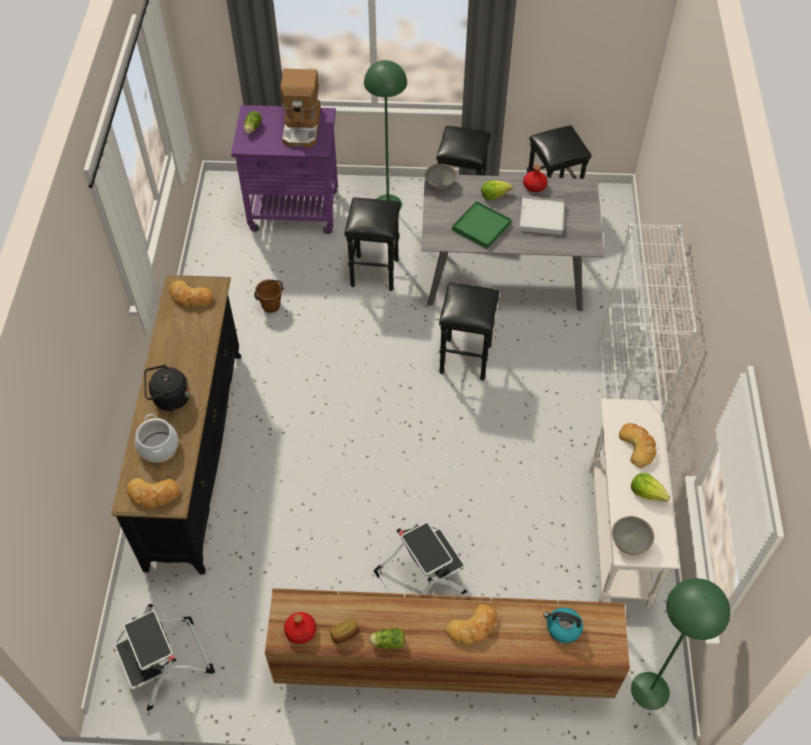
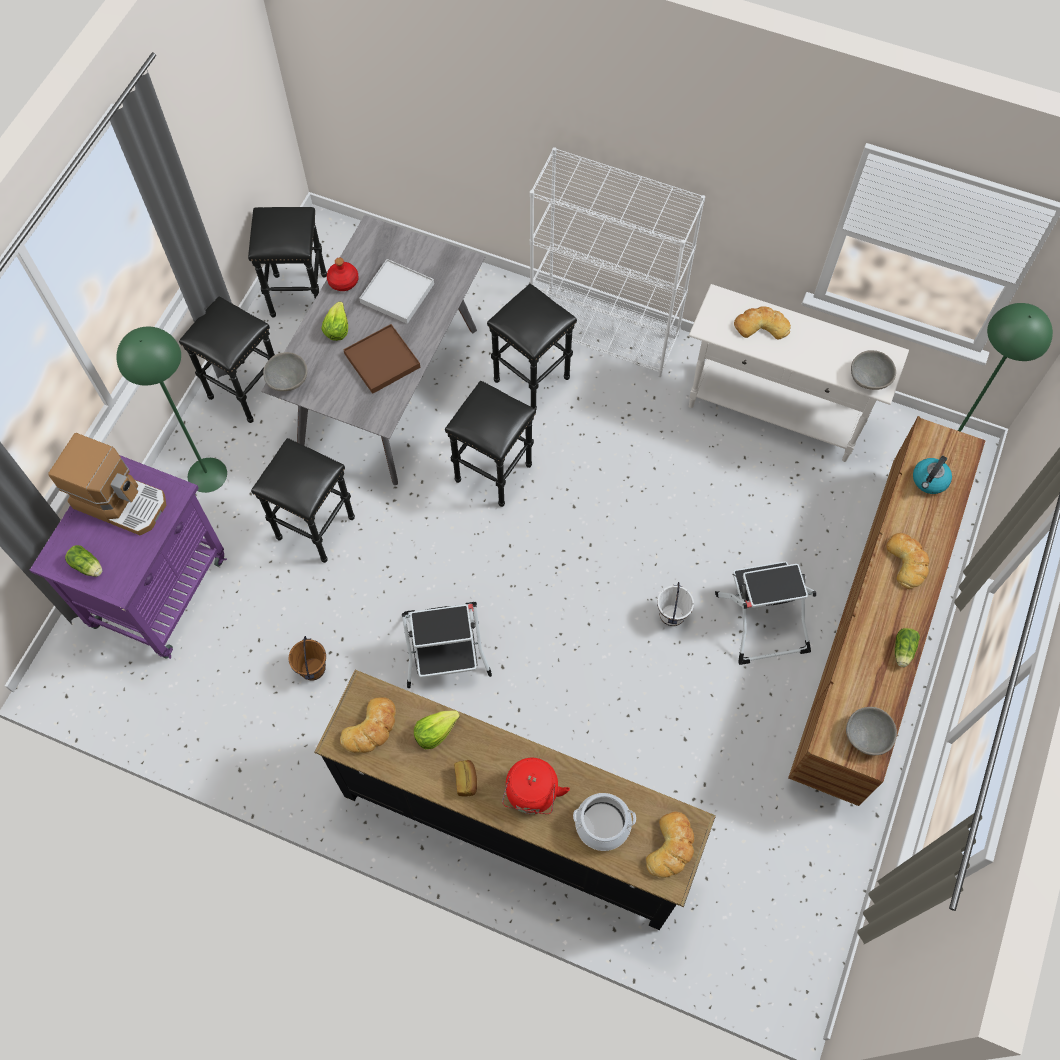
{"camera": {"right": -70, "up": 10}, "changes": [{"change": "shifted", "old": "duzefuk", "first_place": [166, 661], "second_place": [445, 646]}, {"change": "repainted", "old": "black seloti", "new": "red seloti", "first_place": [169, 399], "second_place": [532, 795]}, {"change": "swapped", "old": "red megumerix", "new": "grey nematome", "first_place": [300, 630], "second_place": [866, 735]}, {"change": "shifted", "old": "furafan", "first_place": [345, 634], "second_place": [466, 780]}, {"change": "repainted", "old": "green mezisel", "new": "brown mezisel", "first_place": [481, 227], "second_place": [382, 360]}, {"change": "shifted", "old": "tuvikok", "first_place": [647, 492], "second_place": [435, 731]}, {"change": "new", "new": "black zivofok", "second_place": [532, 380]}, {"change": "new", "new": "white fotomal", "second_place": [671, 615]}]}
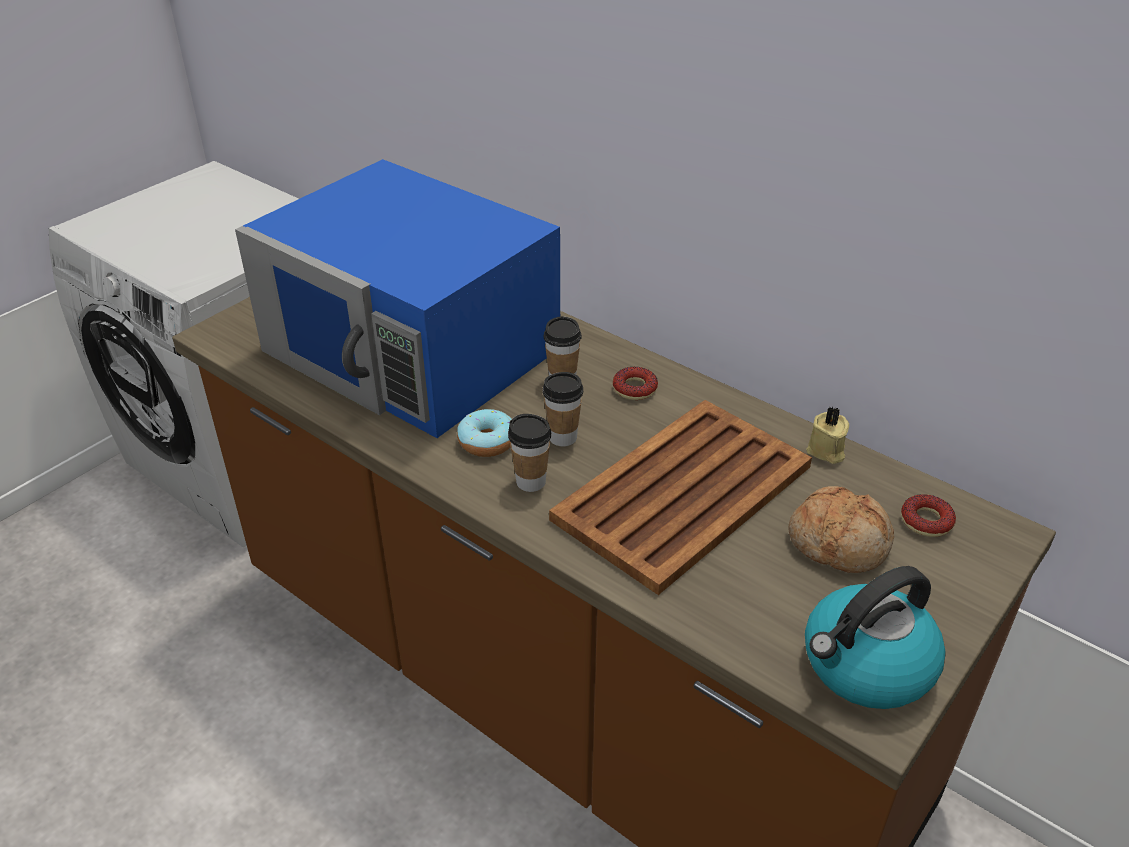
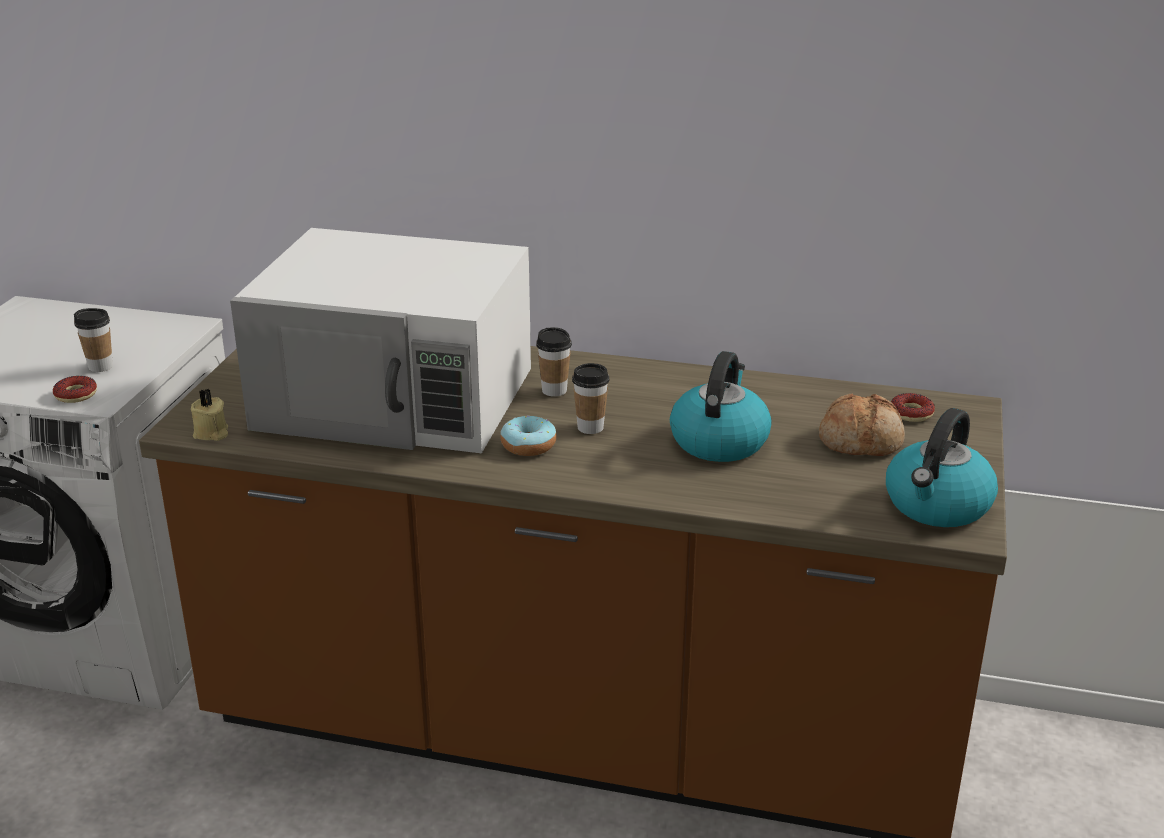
{"camera": {"right": -25, "up": -10}, "changes": [{"change": "repainted", "old": "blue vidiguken", "new": "white vidiguken", "first_place": [413, 349], "second_place": [397, 398]}, {"change": "shifted", "old": "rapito", "first_place": [531, 482], "second_place": [100, 366]}, {"change": "swapped", "old": "brown mezisel", "new": "seloti", "first_place": [681, 494], "second_place": [719, 441]}, {"change": "shifted", "old": "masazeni", "first_place": [635, 389], "second_place": [76, 395]}, {"change": "shifted", "old": "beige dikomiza", "first_place": [826, 451], "second_place": [211, 433]}]}
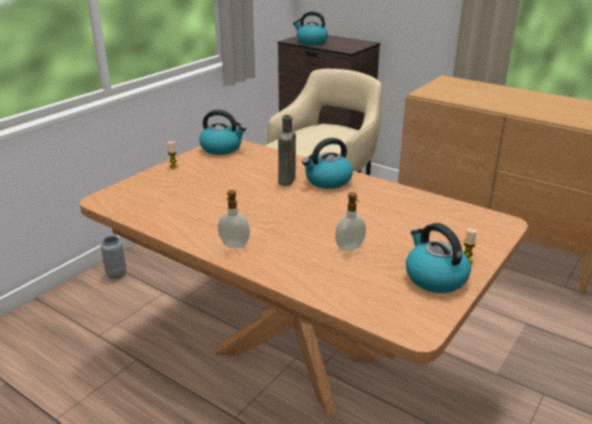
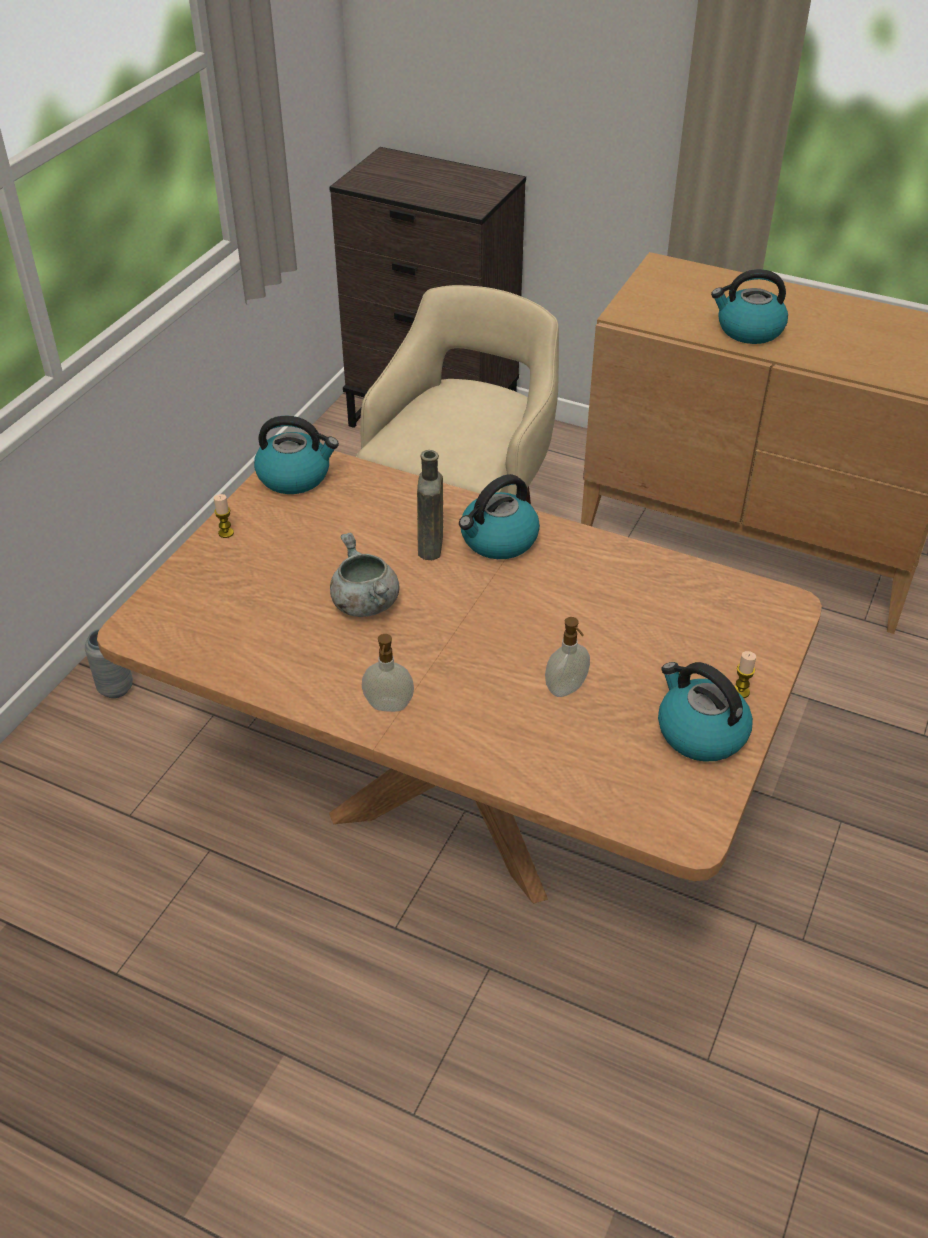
{"camera": {"right": -10, "up": 15}, "changes": [{"change": "shifted", "old": "seloti", "first_place": [311, 42], "second_place": [748, 330]}, {"change": "new", "new": "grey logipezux", "second_place": [364, 603]}]}
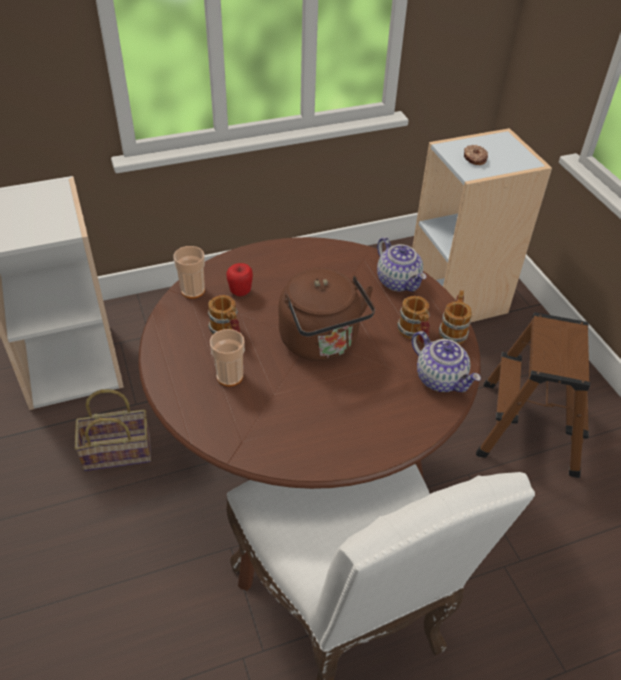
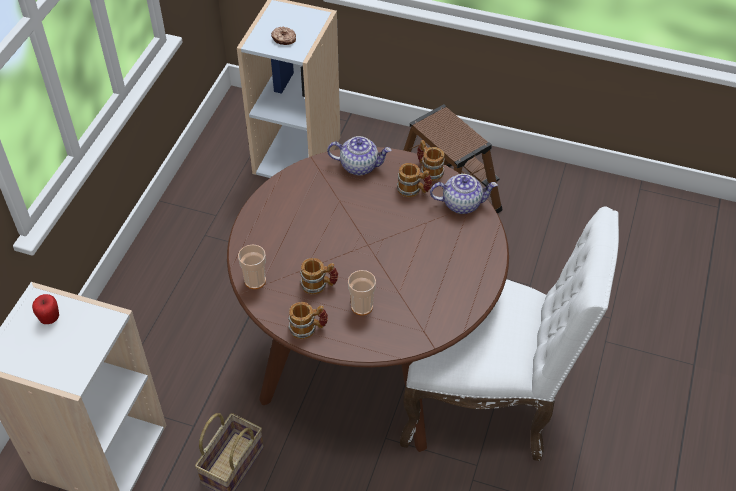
{"camera": {"right": -50, "up": 5}, "changes": [{"change": "shifted", "old": "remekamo", "first_place": [240, 292], "second_place": [50, 318]}, {"change": "gone", "old": "brown seloti", "first_place": [322, 343]}, {"change": "new", "new": "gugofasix", "second_place": [308, 328]}]}
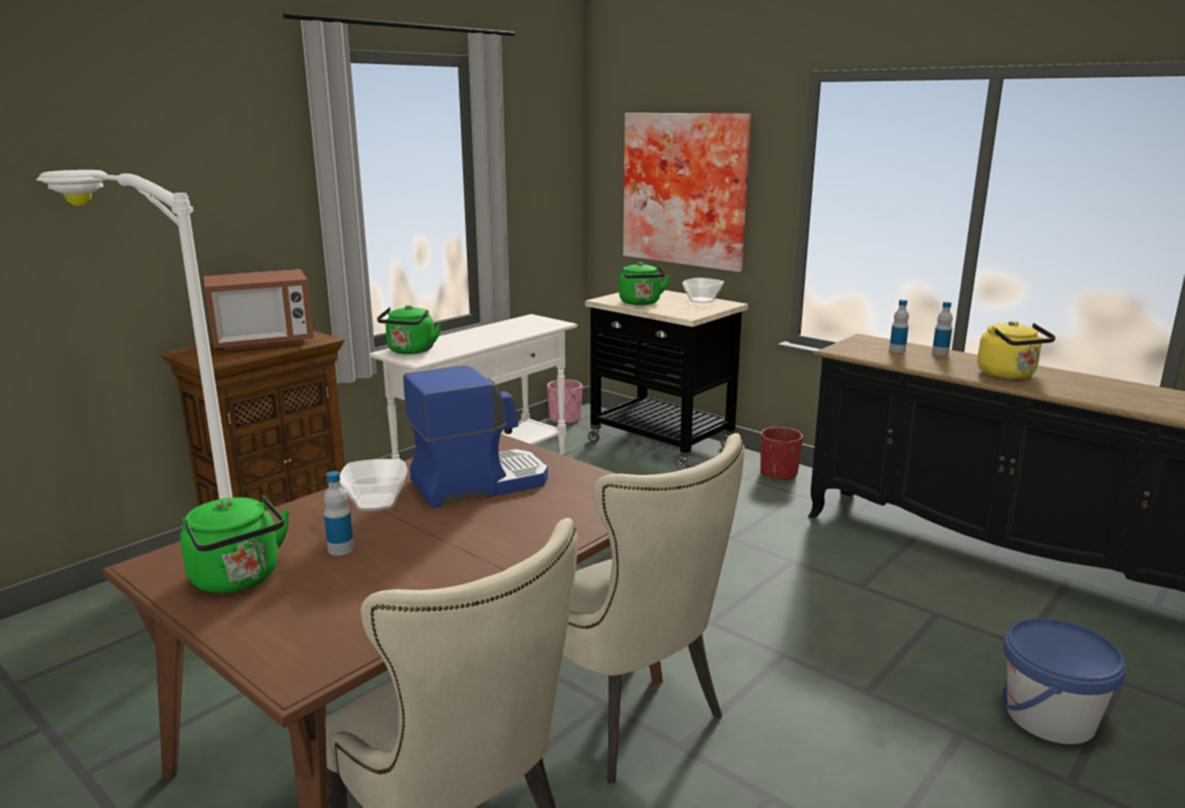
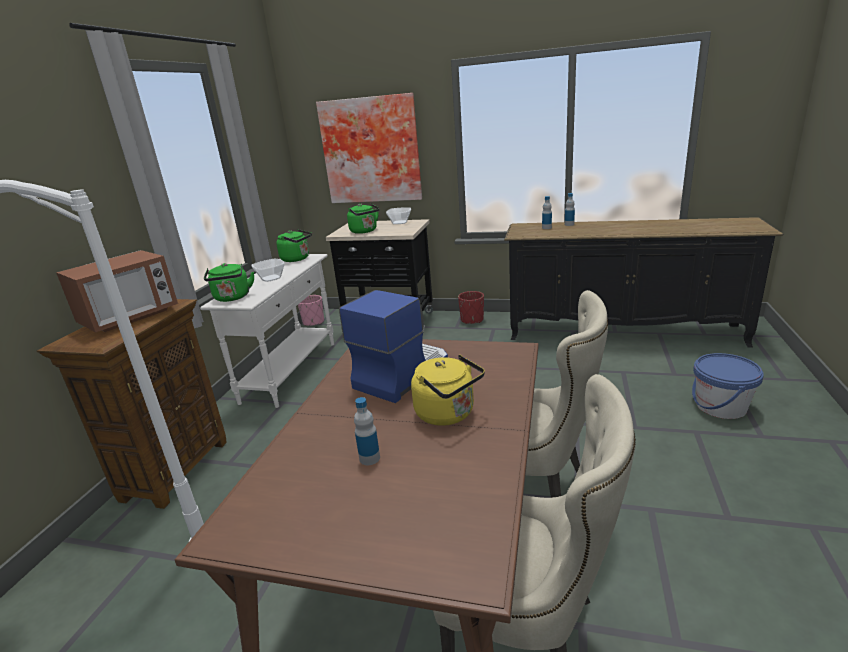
{"camera": {"right": -25, "up": 5}, "changes": [{"change": "shifted", "old": "green seloti", "first_place": [239, 579], "second_place": [297, 259]}, {"change": "shifted", "old": "nematome", "first_place": [375, 503], "second_place": [270, 278]}, {"change": "shifted", "old": "yellow seloti", "first_place": [1009, 375], "second_place": [448, 414]}]}
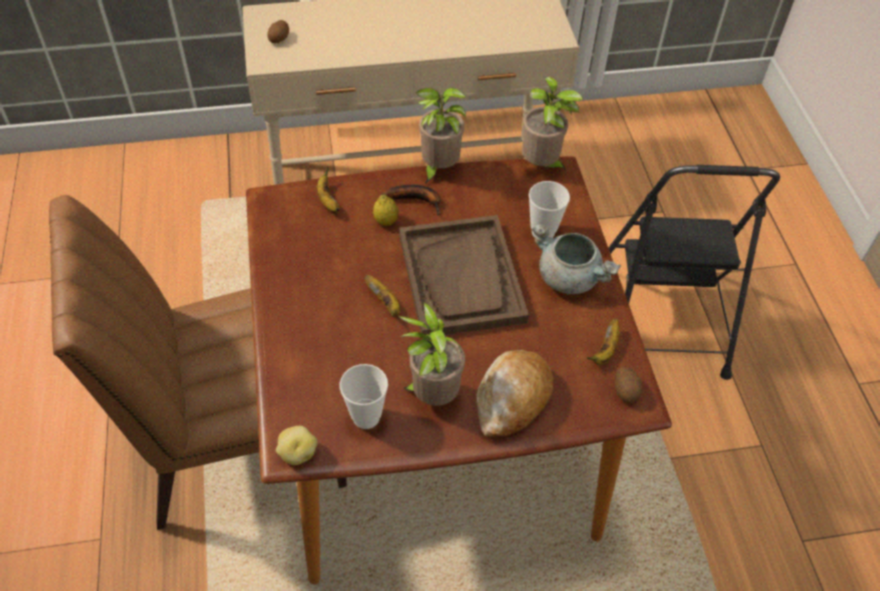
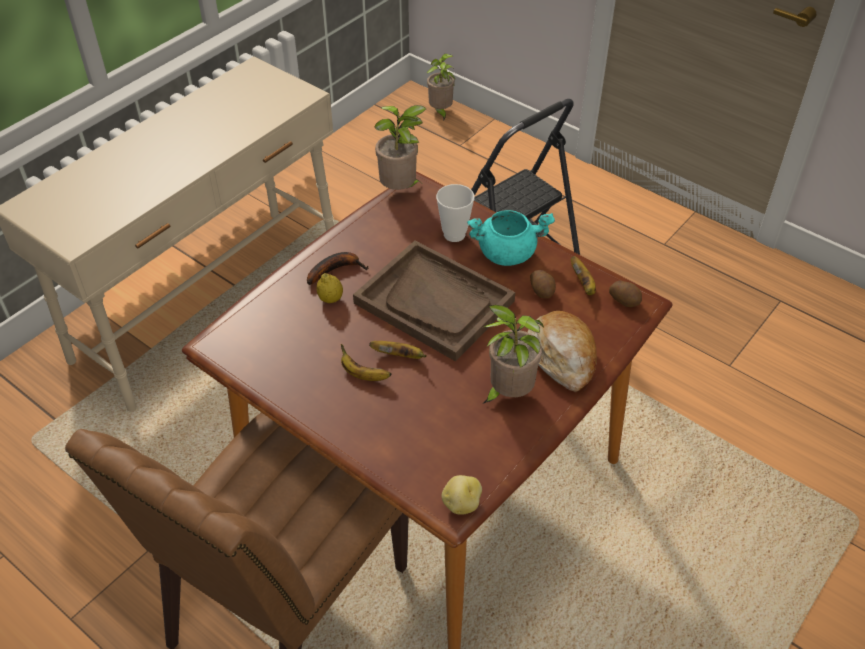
{"camera": {"right": -40, "up": -5}, "changes": [{"change": "shifted", "old": "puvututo", "first_place": [279, 39], "second_place": [542, 291]}, {"change": "shifted", "old": "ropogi", "first_place": [327, 200], "second_place": [363, 375]}, {"change": "gone", "old": "rapito", "first_place": [366, 417]}, {"change": "shifted", "old": "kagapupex", "first_place": [438, 169], "second_place": [440, 112]}, {"change": "repainted", "old": "grey logipezux", "new": "turquoise logipezux", "first_place": [570, 277], "second_place": [507, 253]}]}
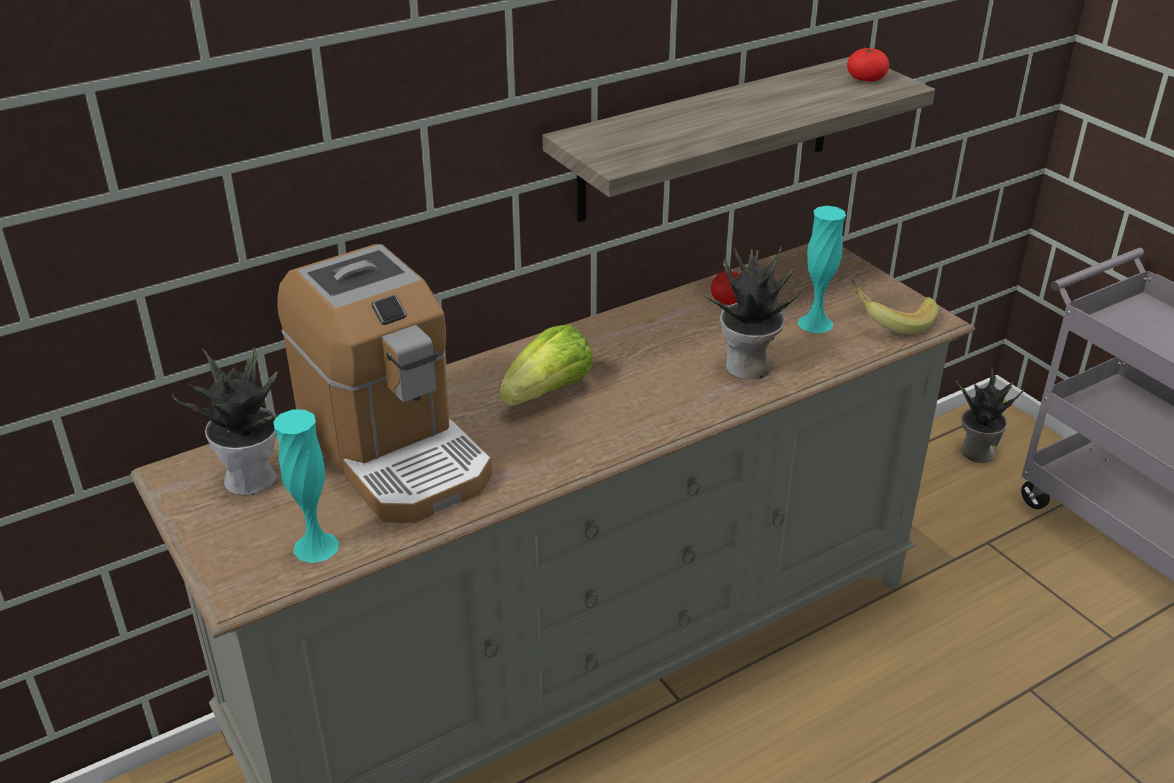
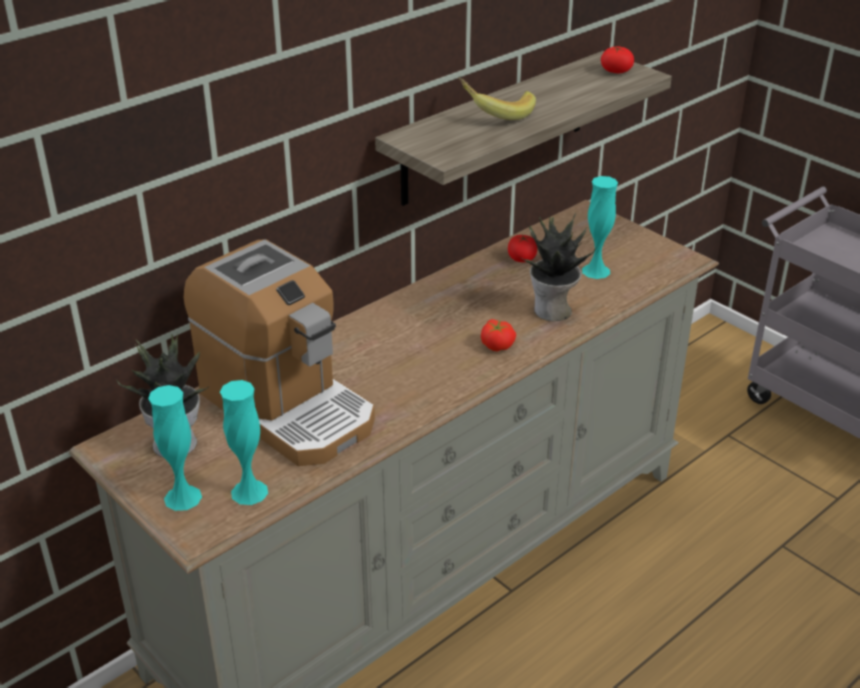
{"camera": {"right": -10, "up": 0}, "changes": [{"change": "gone", "old": "tuvikok", "first_place": [548, 392]}, {"change": "shifted", "old": "ropogi", "first_place": [890, 320], "second_place": [496, 113]}, {"change": "gone", "old": "kagapupex", "first_place": [976, 452]}, {"change": "new", "new": "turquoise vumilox", "second_place": [183, 497]}, {"change": "new", "new": "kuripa", "second_place": [497, 345]}]}
